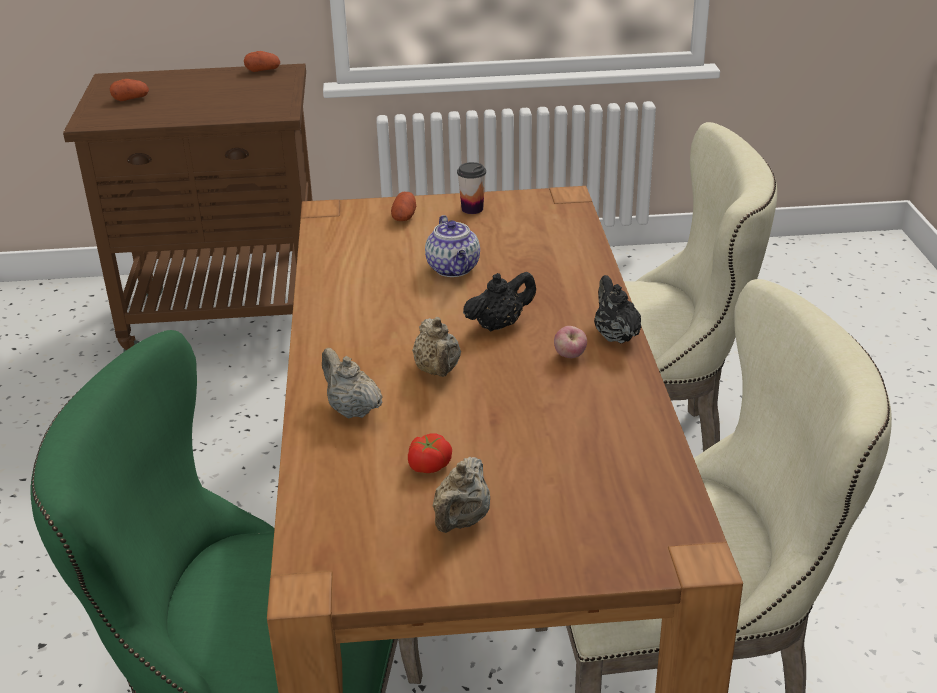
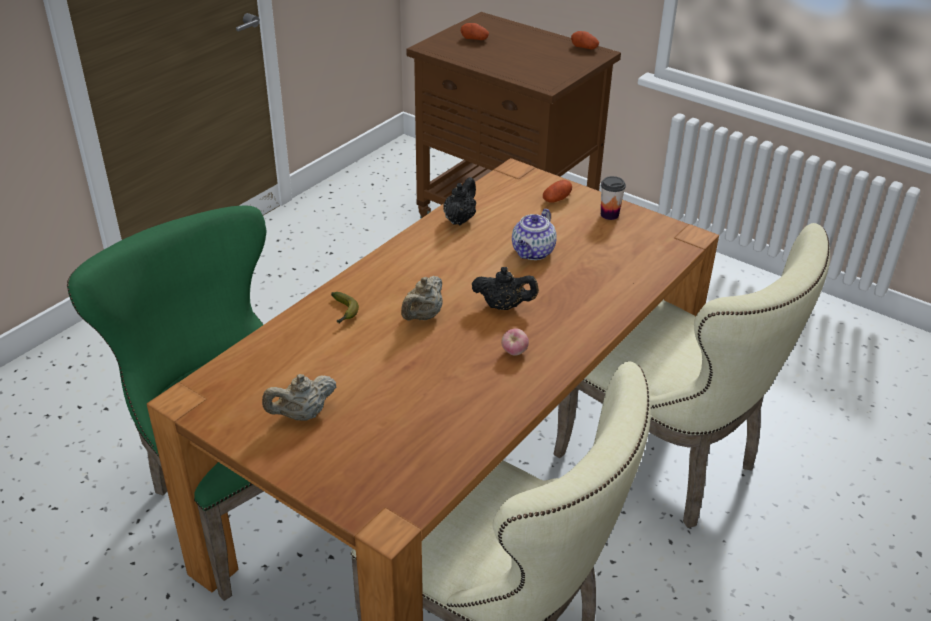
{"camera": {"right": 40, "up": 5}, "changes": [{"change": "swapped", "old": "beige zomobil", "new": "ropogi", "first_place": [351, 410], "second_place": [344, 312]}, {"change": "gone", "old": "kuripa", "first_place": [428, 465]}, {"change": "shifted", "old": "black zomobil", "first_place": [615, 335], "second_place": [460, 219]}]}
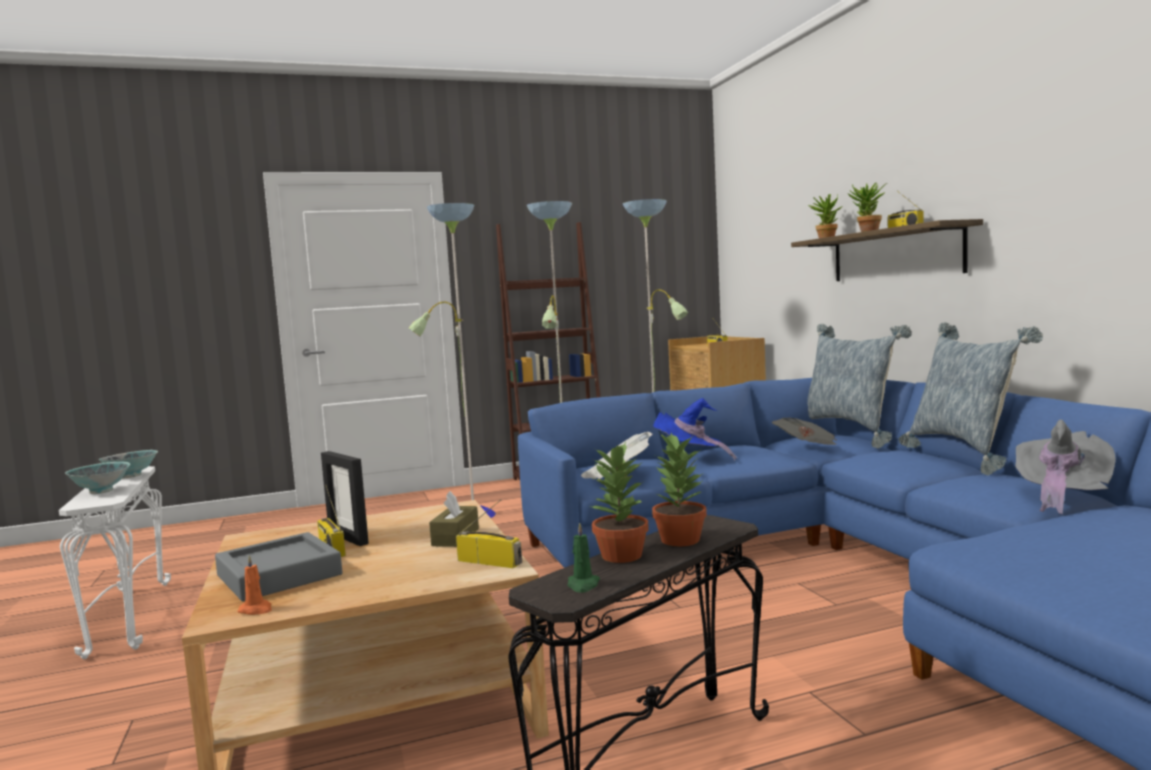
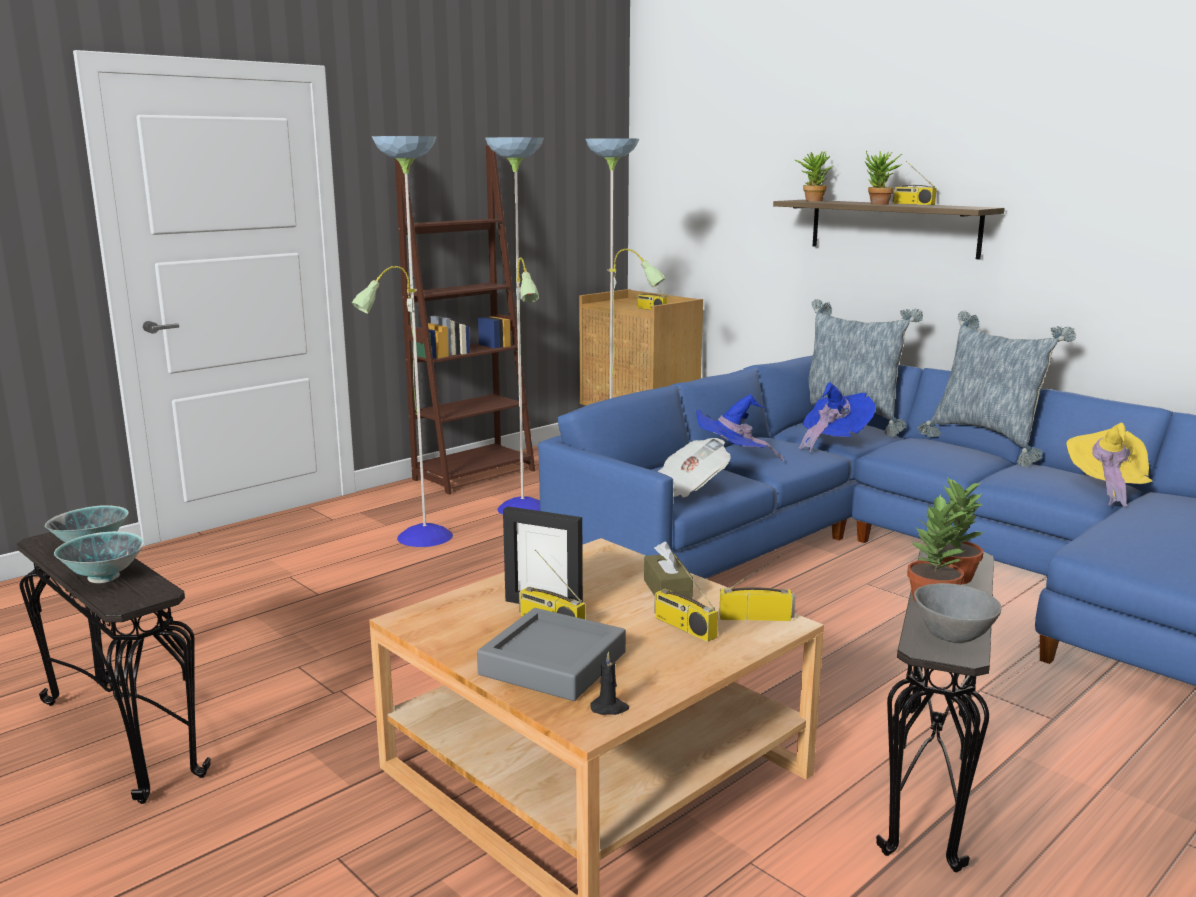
{"camera": {"right": -25, "up": 10}, "changes": [{"change": "repainted", "old": "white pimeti", "new": "black pimeti", "first_place": [130, 617], "second_place": [122, 738]}, {"change": "repainted", "old": "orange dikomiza", "new": "black dikomiza", "first_place": [256, 610], "second_place": [609, 708]}, {"change": "swapped", "old": "green dikomiza", "new": "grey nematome", "first_place": [583, 585], "second_place": [953, 636]}, {"change": "swapped", "old": "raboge", "new": "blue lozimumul", "first_place": [807, 449], "second_place": [833, 441]}, {"change": "repainted", "old": "grey lozimumul", "new": "yellow lozimumul", "first_place": [1061, 497], "second_place": [1106, 488]}, {"change": "new", "new": "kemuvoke", "second_place": [683, 627]}]}
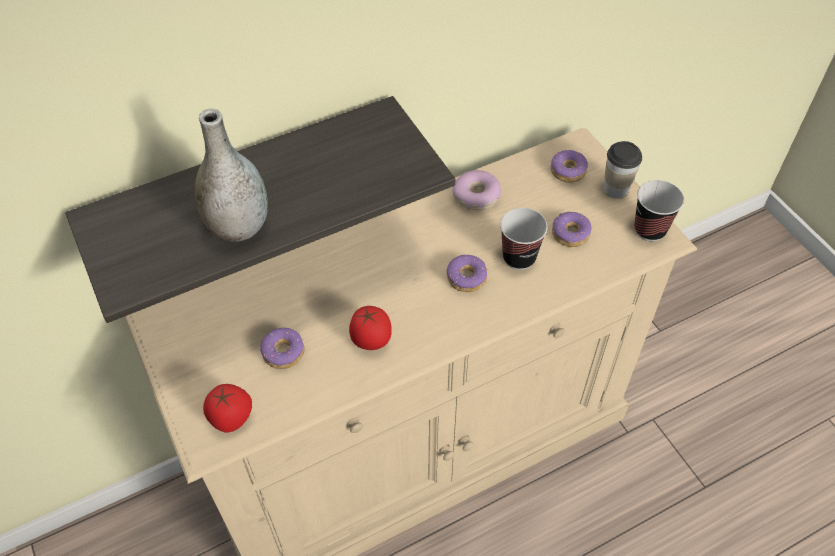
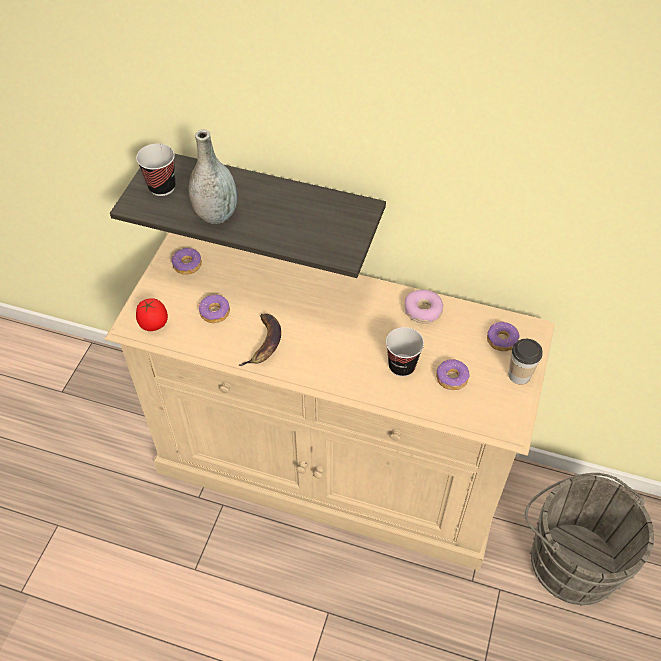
{"camera": {"right": 45, "up": 0}, "changes": [{"change": "swapped", "old": "kuripa", "new": "ropogi", "first_place": [371, 340], "second_place": [264, 343]}, {"change": "shifted", "old": "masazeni", "first_place": [467, 278], "second_place": [187, 265]}, {"change": "shifted", "old": "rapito", "first_place": [650, 229], "second_place": [162, 187]}, {"change": "new", "new": "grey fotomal", "second_place": [570, 558]}]}
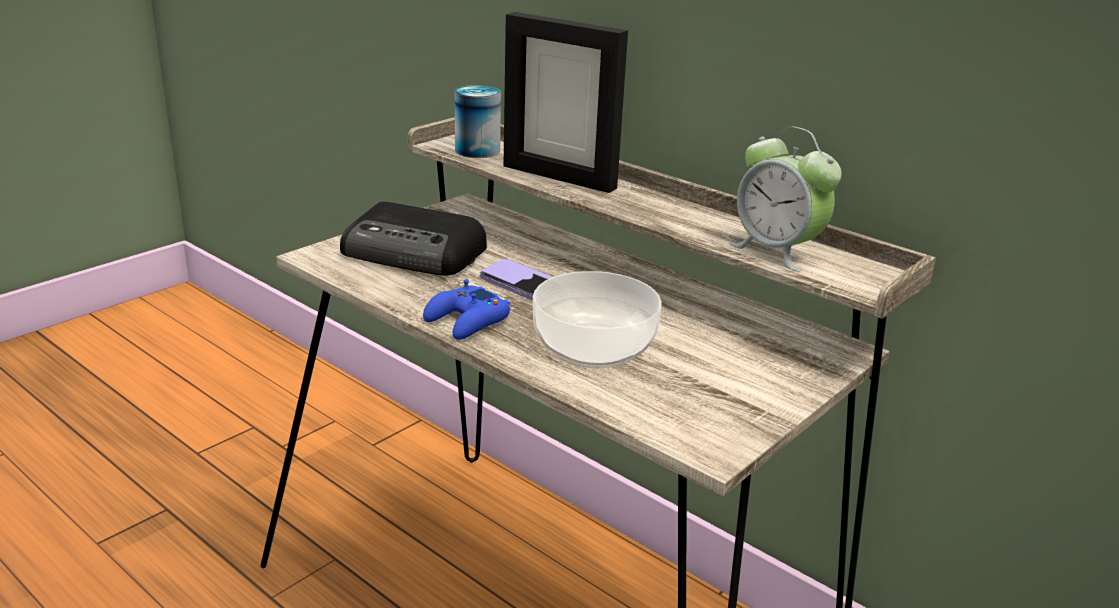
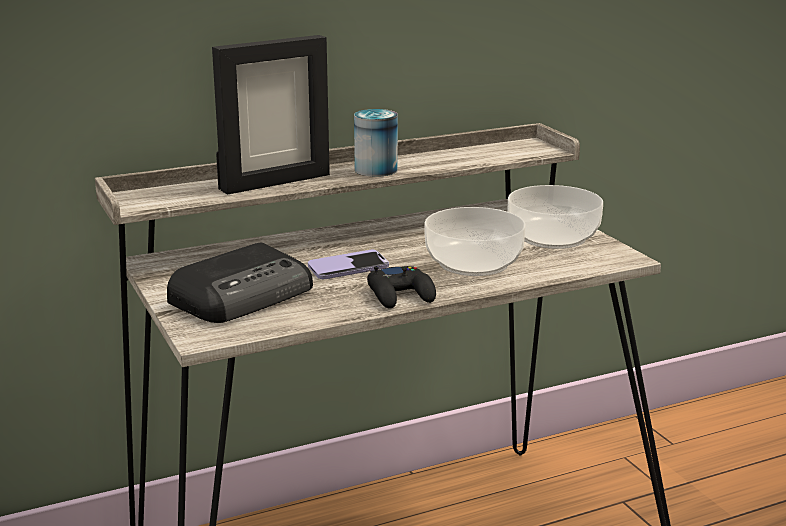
{"camera": {"right": -65, "up": -5}, "changes": [{"change": "repainted", "old": "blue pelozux", "new": "black pelozux", "first_place": [467, 321], "second_place": [401, 295]}, {"change": "shifted", "old": "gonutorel", "first_place": [477, 150], "second_place": [376, 170]}, {"change": "gone", "old": "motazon", "first_place": [777, 251]}, {"change": "new", "new": "nematome", "second_place": [553, 237]}]}
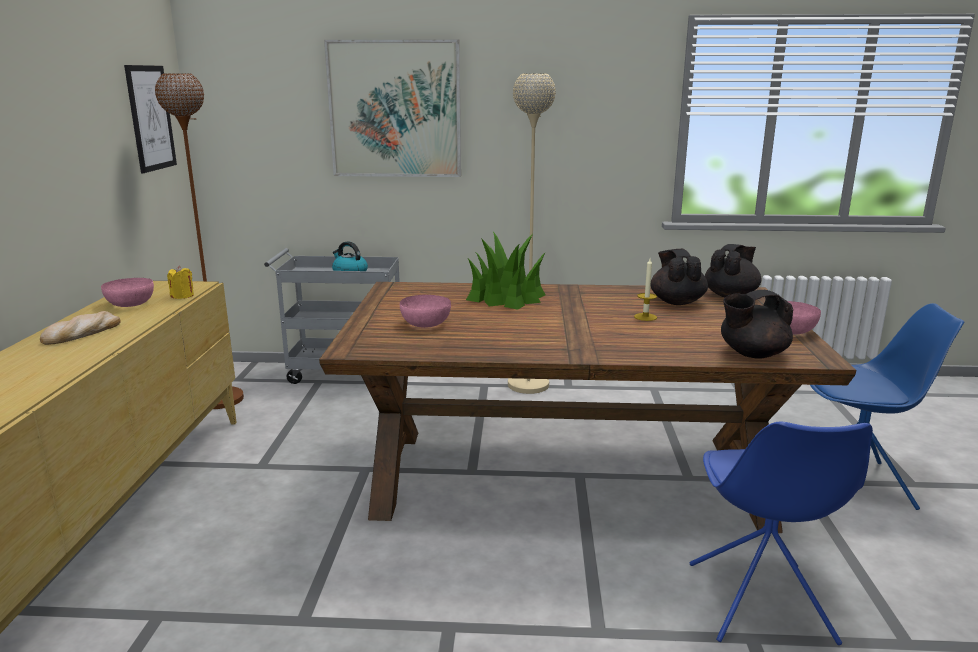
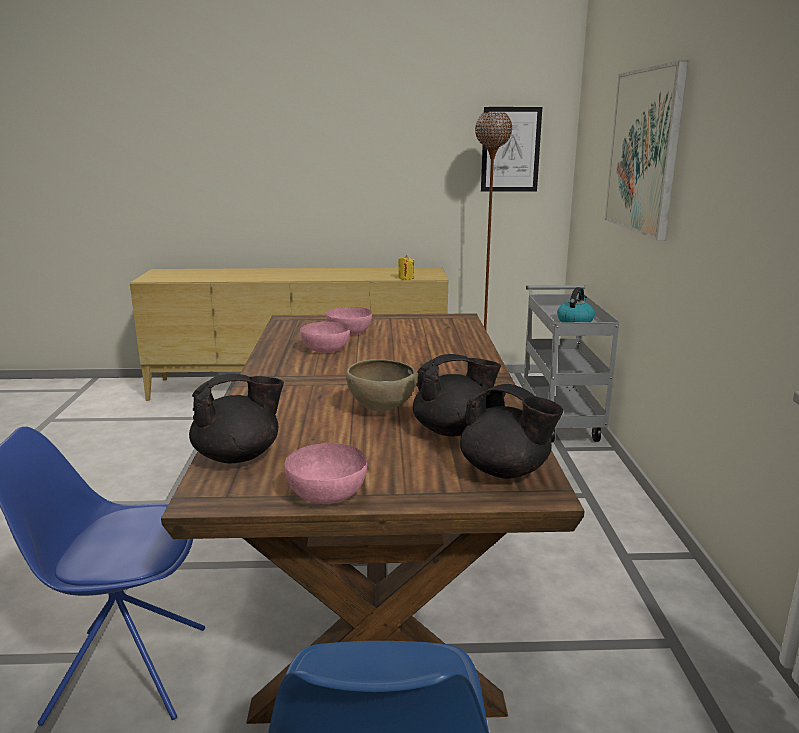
{"camera": {"right": 85, "up": 0}, "changes": [{"change": "gone", "old": "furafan", "first_place": [82, 333]}, {"change": "shifted", "old": "pink nematome", "first_place": [130, 304], "second_place": [325, 349]}, {"change": "gone", "old": "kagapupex", "first_place": [506, 297]}, {"change": "gone", "old": "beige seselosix", "first_place": [528, 385]}, {"change": "swapped", "old": "dikomiza", "new": "brown nematome", "first_place": [645, 317], "second_place": [381, 410]}, {"change": "rotated", "old": "black zomobil", "first_place": [752, 354], "second_place": [239, 456], "degrees": 90}]}
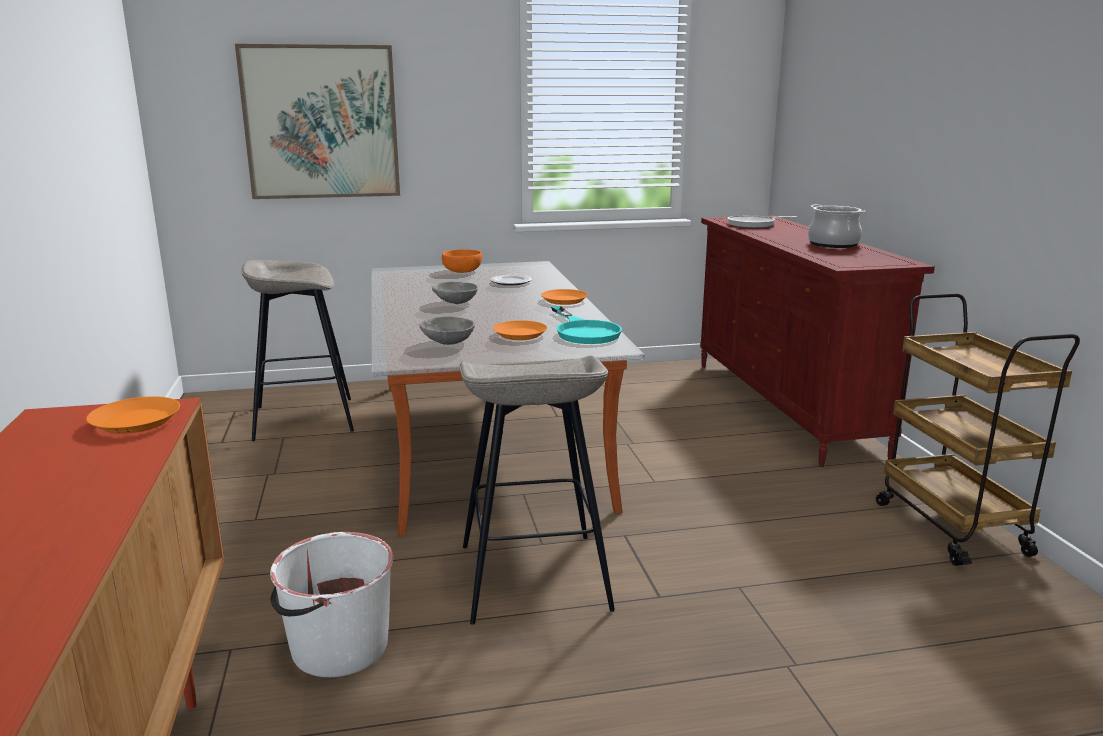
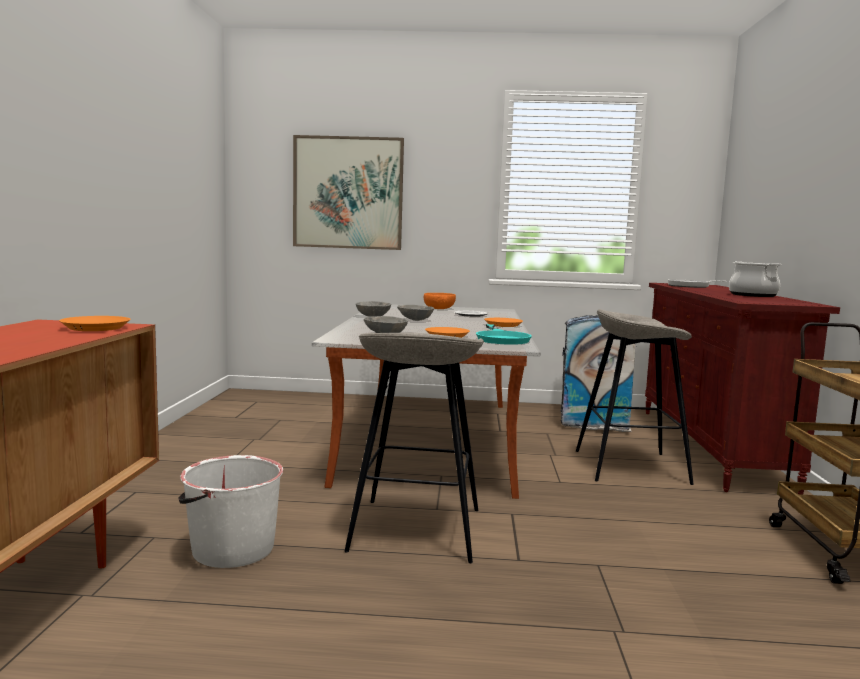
{"camera": {"right": 15, "up": -10}, "changes": [{"change": "shifted", "old": "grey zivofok", "first_place": [303, 418], "second_place": [630, 466]}, {"change": "new", "new": "grey nematome", "second_place": [373, 316]}, {"change": "new", "new": "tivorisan", "second_place": [592, 420]}]}
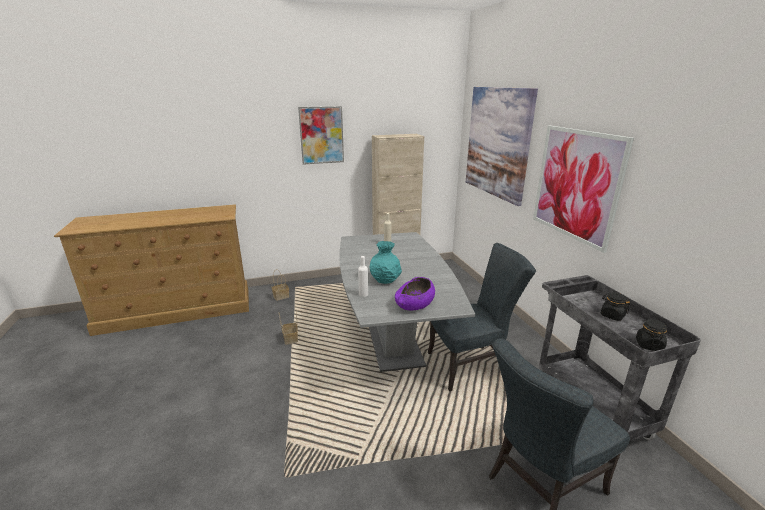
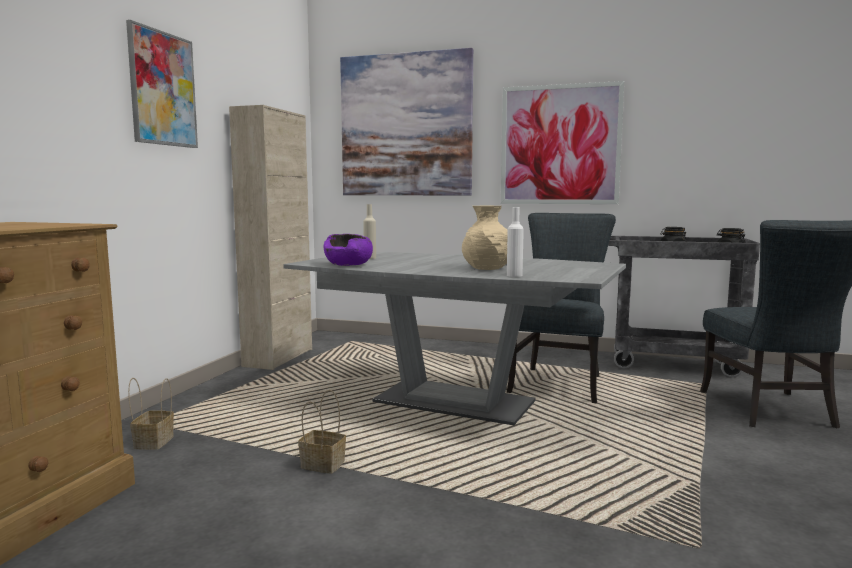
{"camera": {"right": -55, "up": -15}, "changes": [{"change": "repainted", "old": "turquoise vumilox", "new": "beige vumilox", "first_place": [385, 280], "second_place": [488, 268]}, {"change": "shifted", "old": "purple nematome", "first_place": [415, 304], "second_place": [348, 264]}]}
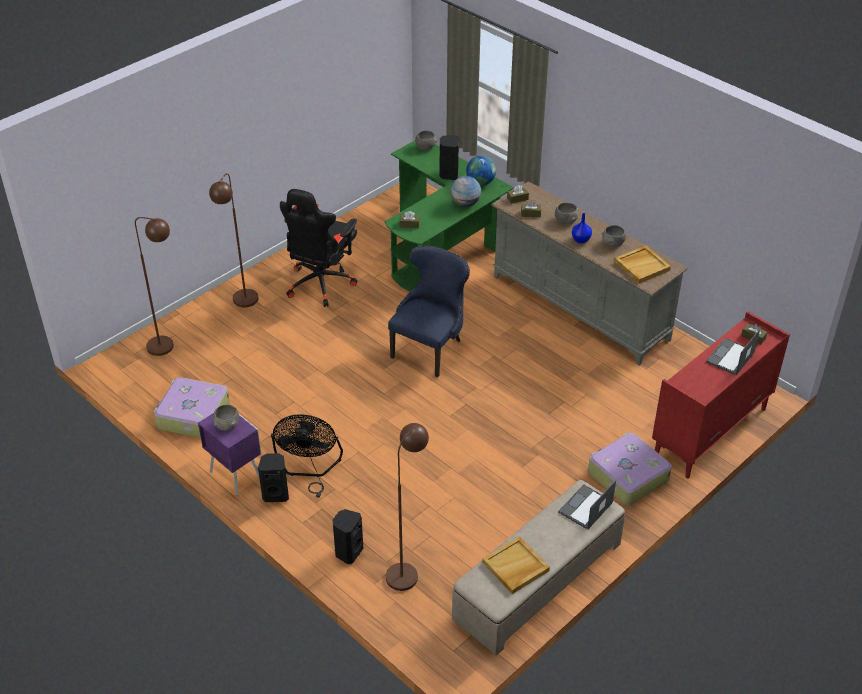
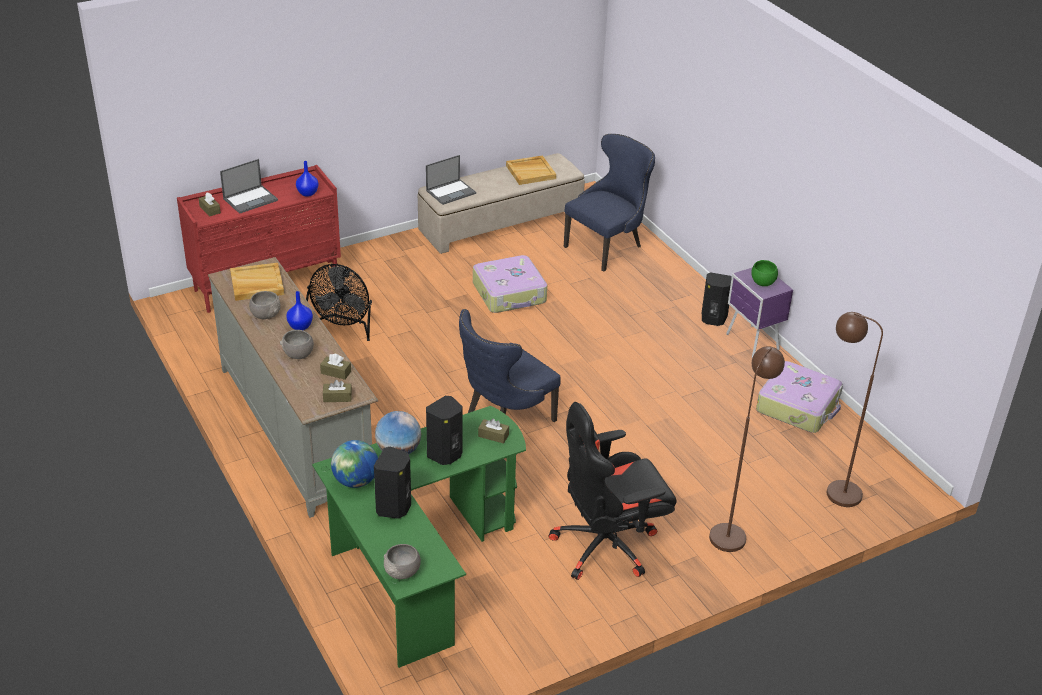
{"camera": {"right": -165, "up": -5}, "changes": [{"change": "repainted", "old": "grey nematome", "new": "green nematome", "first_place": [227, 425], "second_place": [762, 282]}, {"change": "shifted", "old": "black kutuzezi", "first_place": [308, 469], "second_place": [342, 324]}, {"change": "rotated", "old": "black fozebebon", "first_place": [323, 280], "second_place": [611, 544], "degrees": -150}, {"change": "shifted", "old": "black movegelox", "first_place": [348, 552], "second_place": [445, 455]}, {"change": "swapped", "old": "brown seselosix", "new": "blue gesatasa", "first_place": [407, 571], "second_place": [607, 247]}, {"change": "shifted", "old": "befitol", "first_place": [627, 476], "second_place": [510, 293]}, {"change": "new", "new": "blue vumilox", "second_place": [307, 193]}]}
